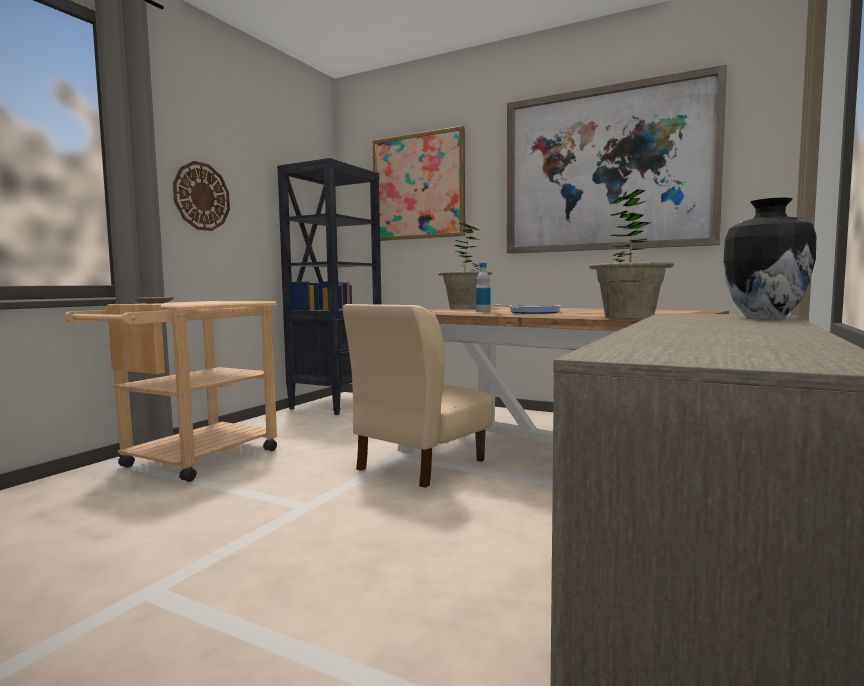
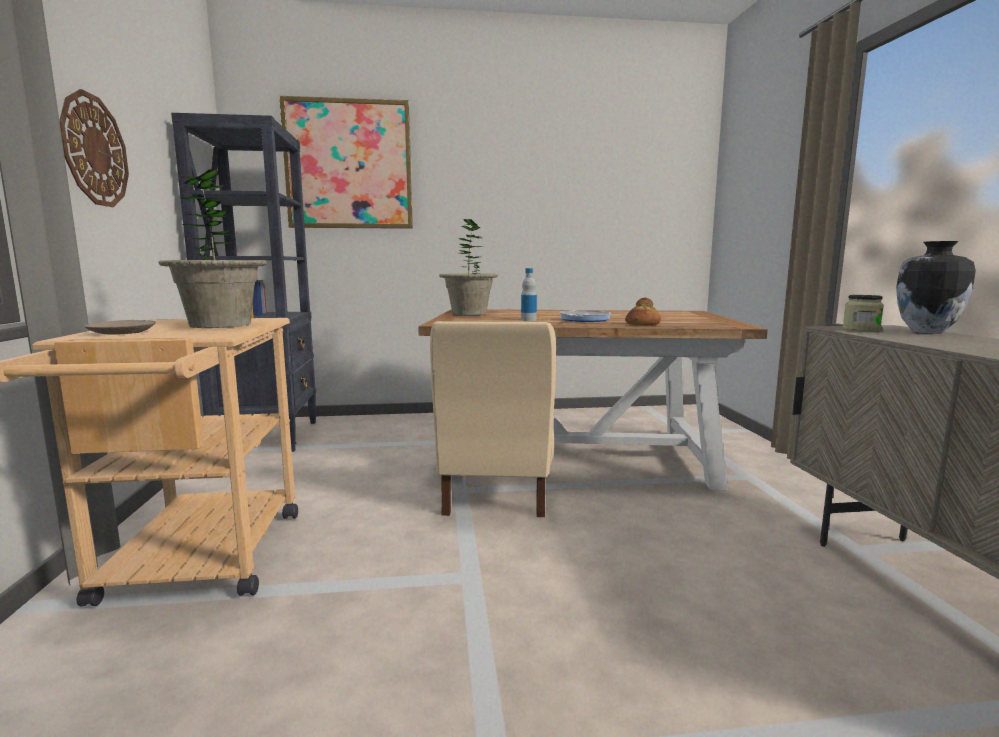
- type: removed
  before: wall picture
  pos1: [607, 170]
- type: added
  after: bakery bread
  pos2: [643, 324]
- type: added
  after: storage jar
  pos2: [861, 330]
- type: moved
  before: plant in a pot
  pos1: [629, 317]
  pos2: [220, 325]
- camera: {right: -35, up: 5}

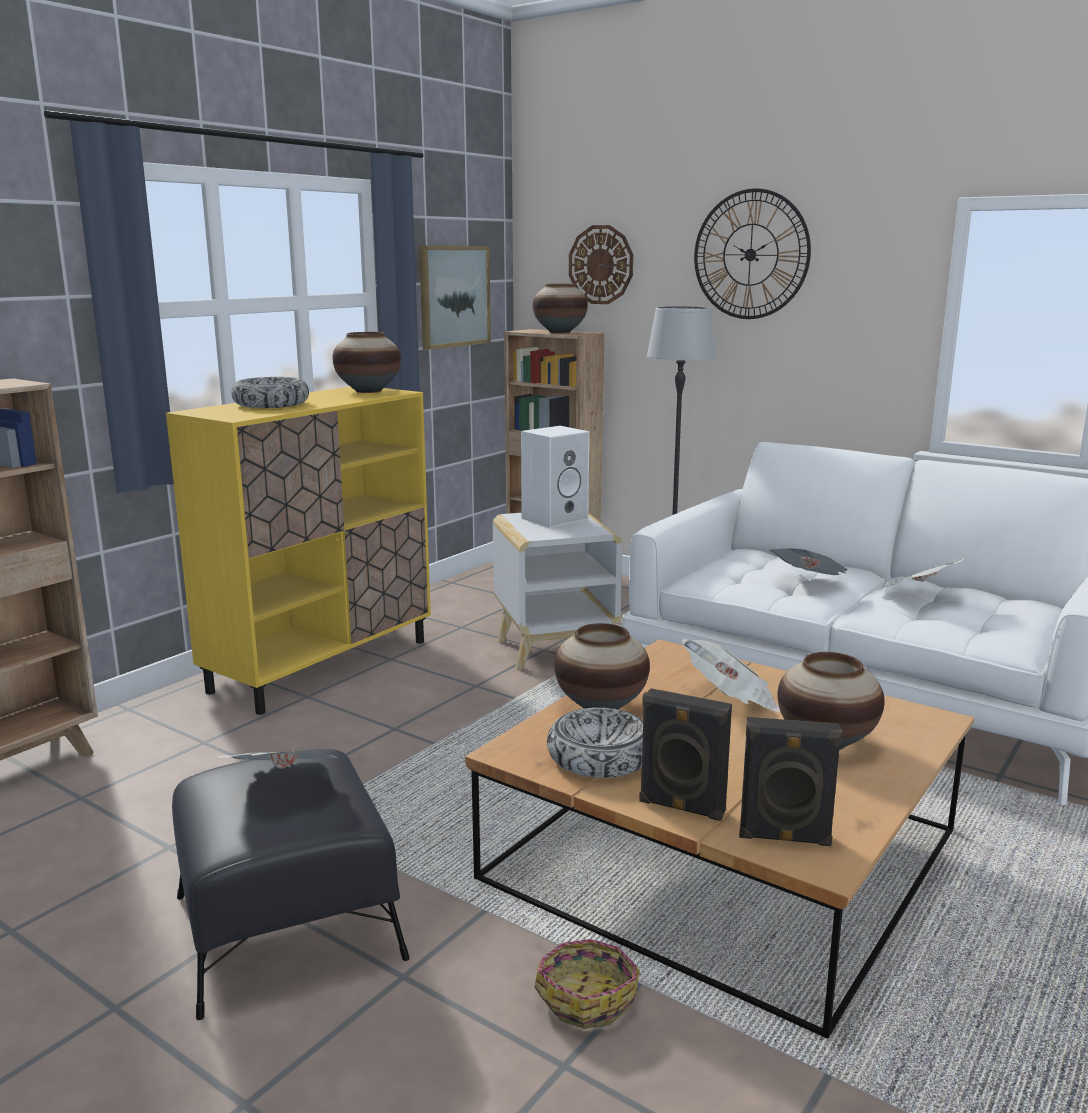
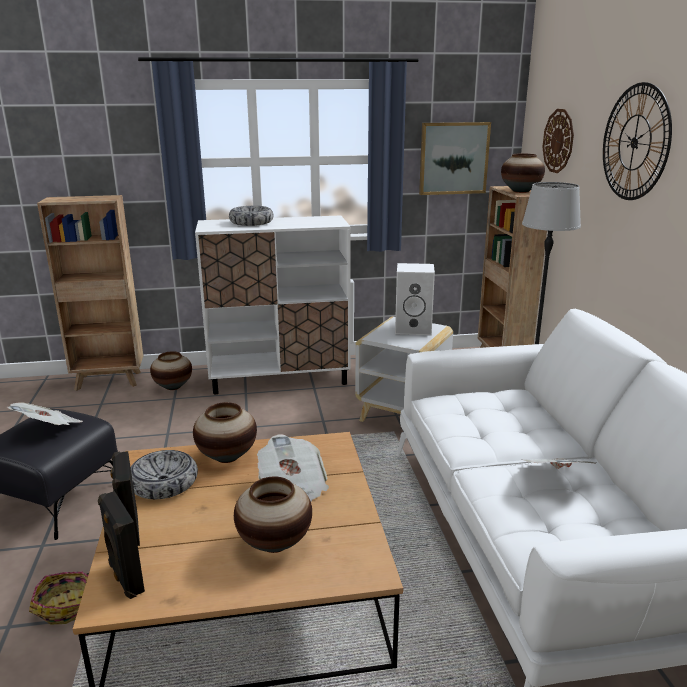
- type: removed
  before: newspaper
  pos1: [809, 582]
- type: moved
  before: vase
  pos1: [368, 391]
  pos2: [173, 387]
- type: recoloured
  before: cabinet (yellow-coloured)
  after: cabinet (white-coloured)
  pos1: [322, 665]
  pos2: [280, 379]
- camera: {right: 45, up: 5}

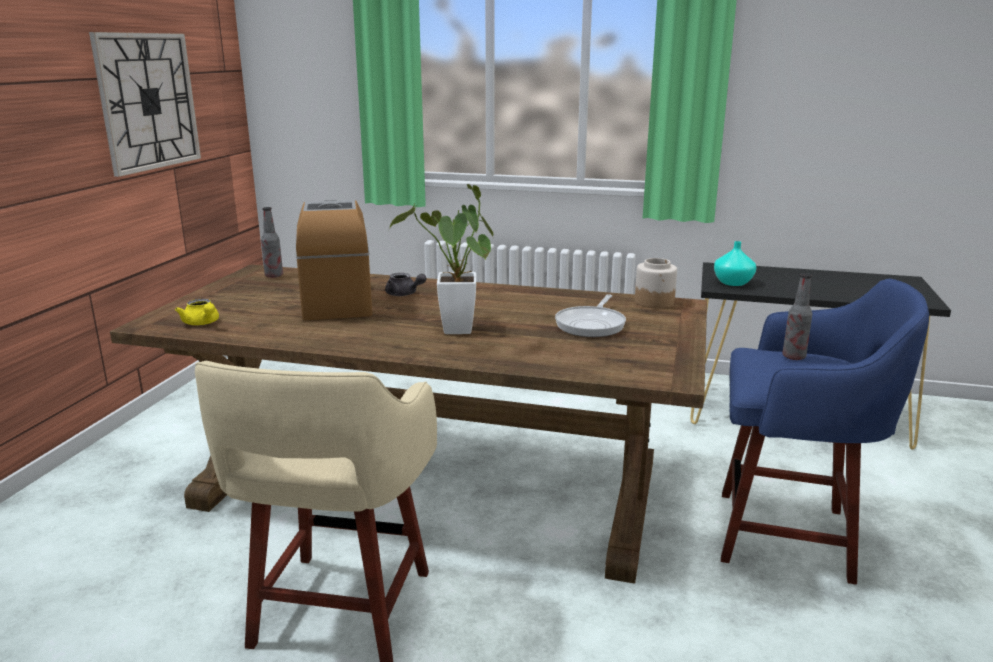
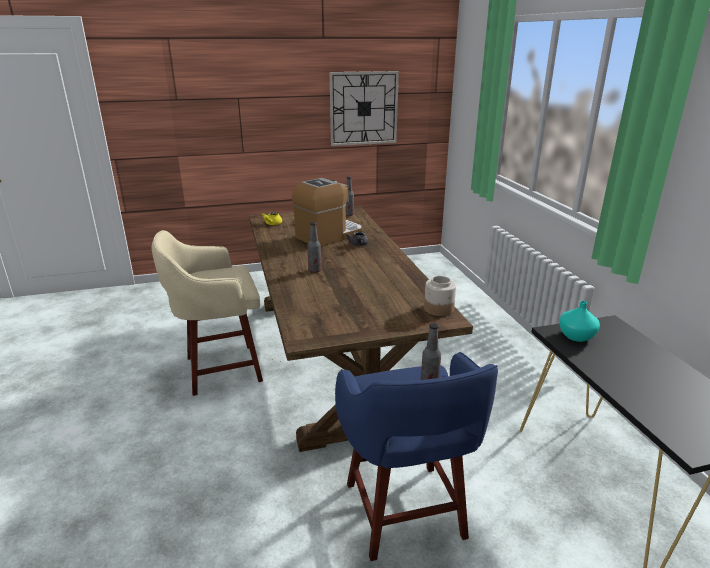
- type: removed
  before: pan
  pos1: [592, 324]
- type: replaced
  before: plant in a pot
  after: bottle
  pos1: [457, 333]
  pos2: [314, 270]
- camera: {right: 60, up: 5}

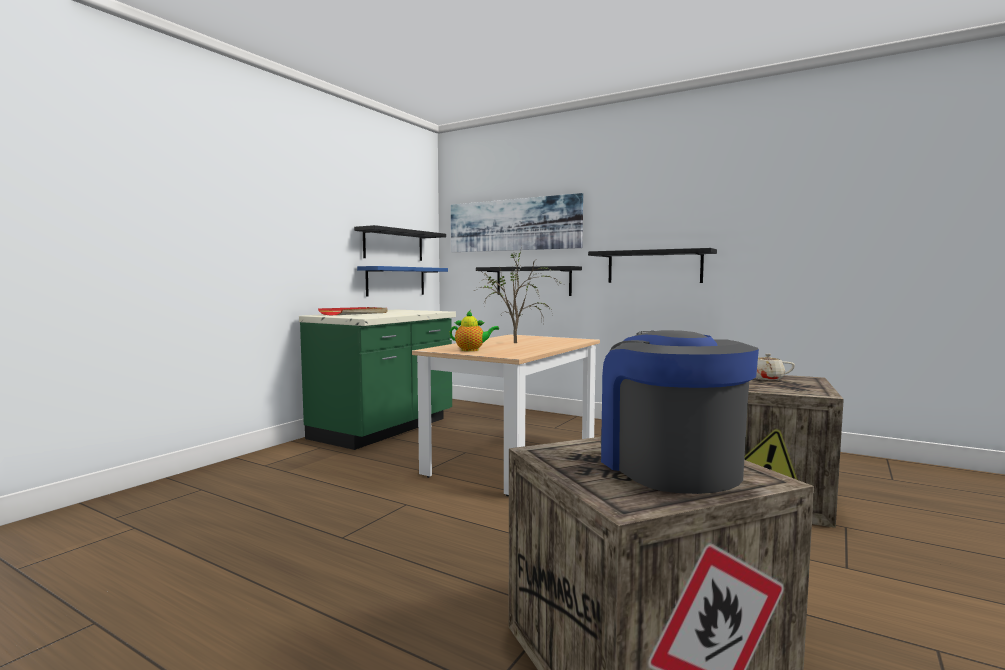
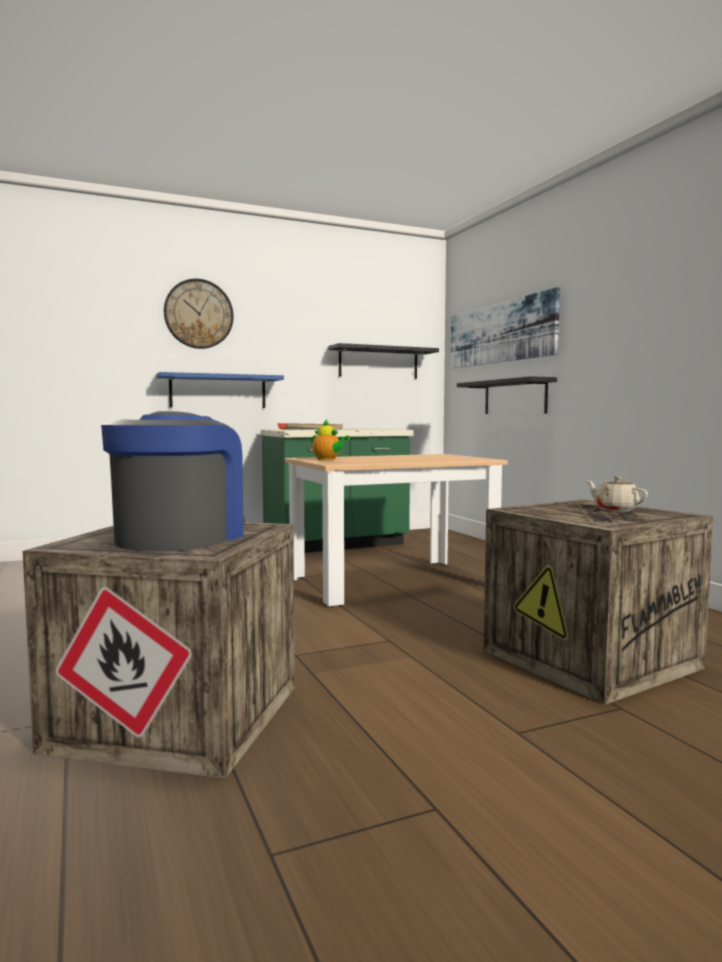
- type: removed
  before: plant in a pot
  pos1: [517, 343]
- type: removed
  before: wall shelf (blackish)
  pos1: [654, 267]
- type: added
  after: hanging clock
  pos2: [198, 314]
- type: moved
  before: wall shelf (bluish)
  pos1: [396, 281]
  pos2: [218, 391]
- camera: {right: 35, up: 0}

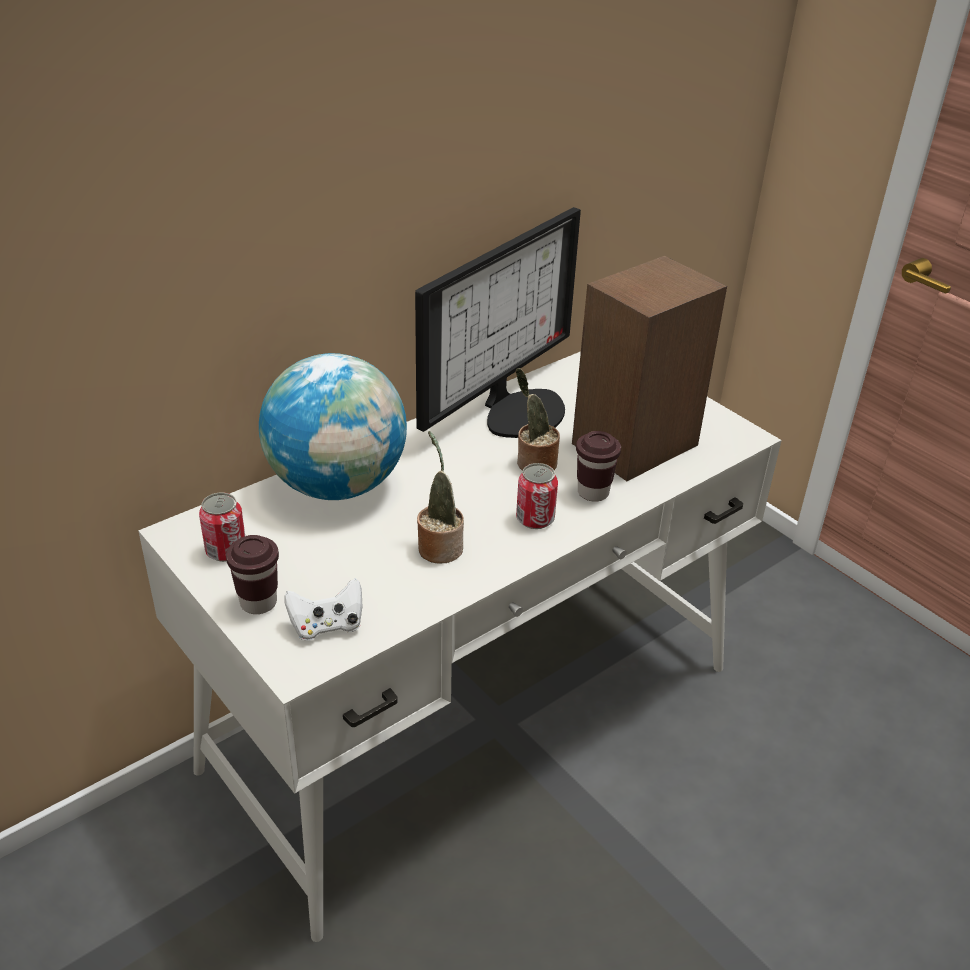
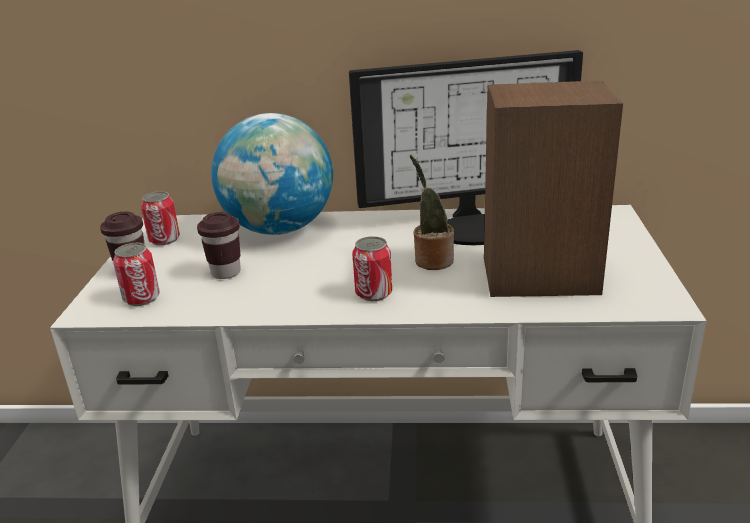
- type: removed
  before: plant in a pot
  pos1: [439, 546]
- type: moved
  before: cup (brown)
  pos1: [593, 492]
  pos2: [226, 272]
- type: replaced
  before: joypad (white-coloured)
  after: sealed can
  pos1: [327, 626]
  pos2: [142, 298]
- camera: {right: 45, up: -10}

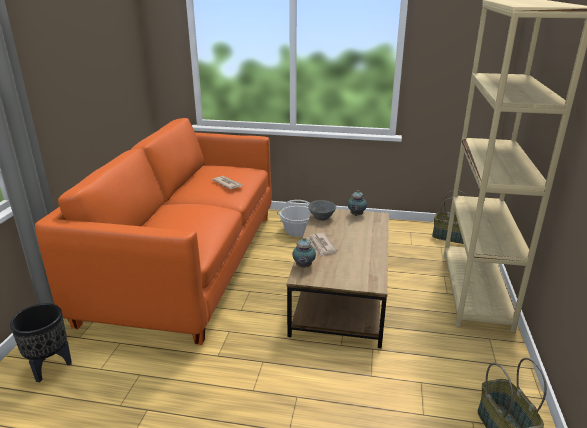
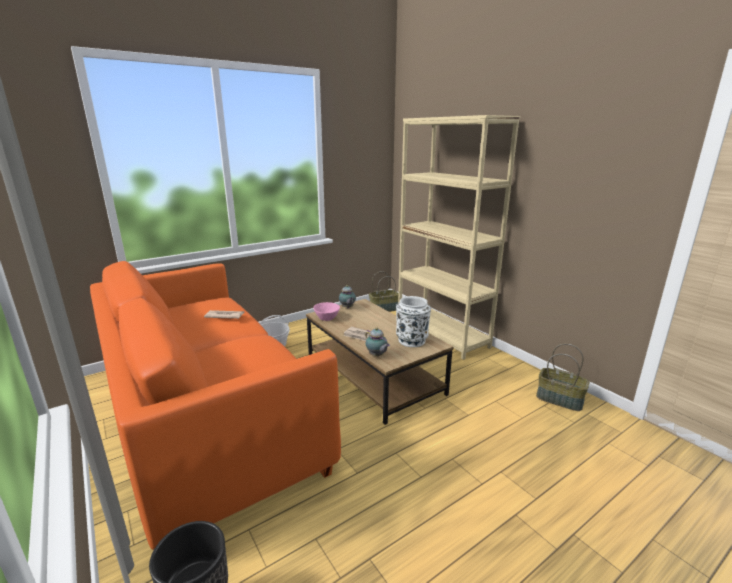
- type: added
  after: vase (white-coloured)
  pos2: [411, 340]
- type: recoloured
  before: bowl (grey)
  after: bowl (pink-coloured)
  pos1: [321, 218]
  pos2: [326, 319]
- camera: {right: -45, up: -5}

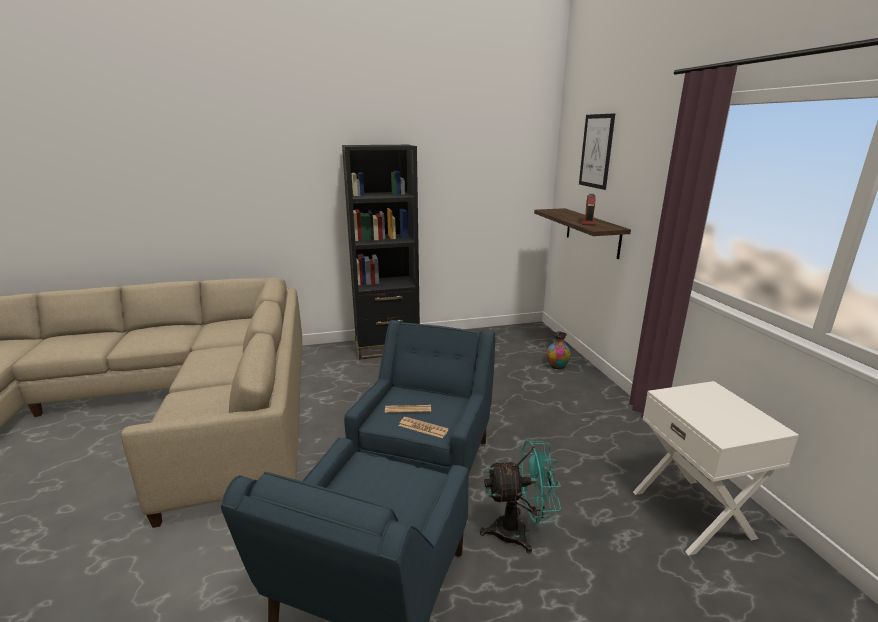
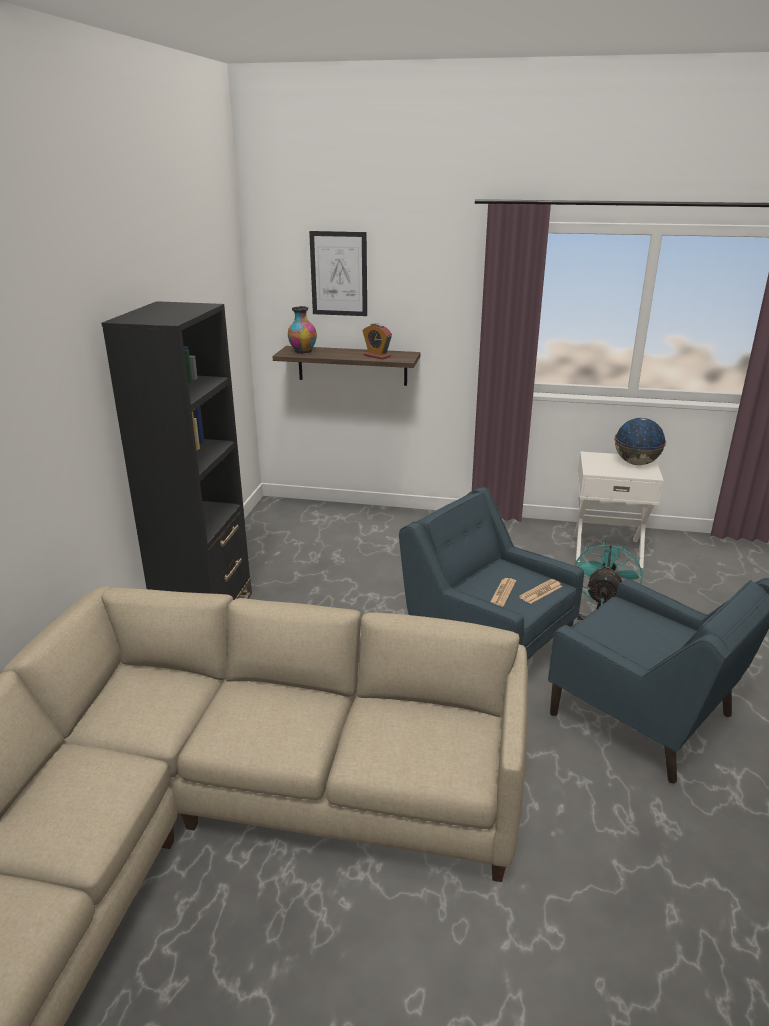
- type: added
  after: world globe
  pos2: [636, 463]
- type: moved
  before: vase
  pos1: [557, 366]
  pos2: [302, 352]
- camera: {right: -65, up: 5}

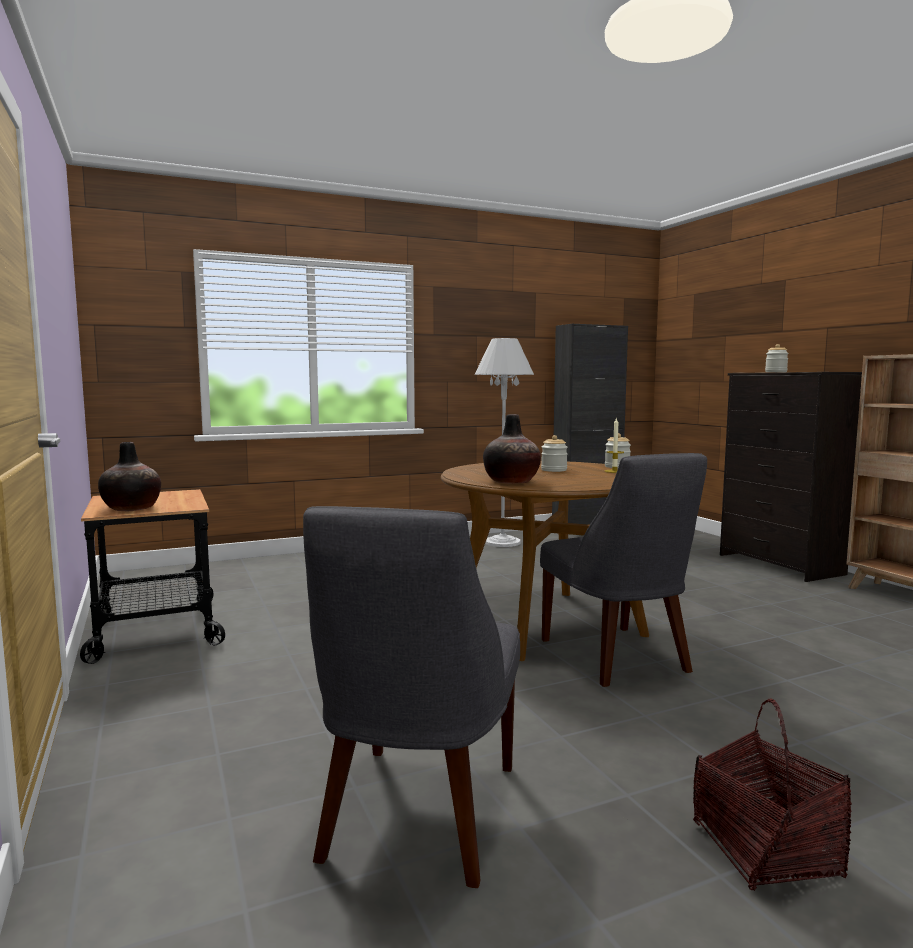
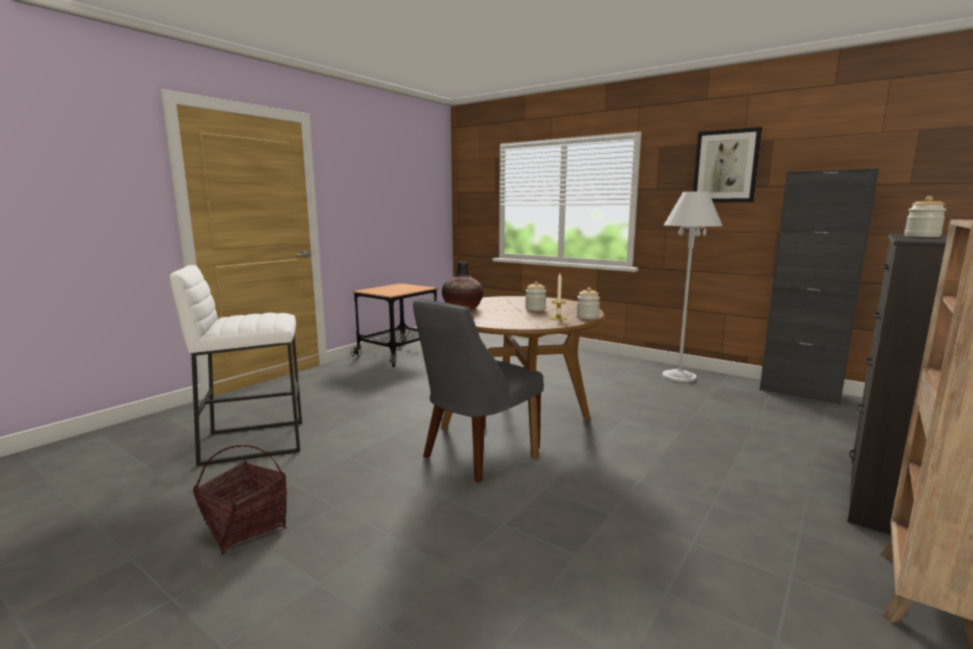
- type: removed
  before: vase
  pos1: [132, 508]
- type: added
  after: wall picture
  pos2: [726, 166]
- type: replaced
  before: chair (grey)
  after: stool (white-coloured)
  pos1: [417, 817]
  pos2: [254, 441]
- camera: {right: 60, up: 5}

